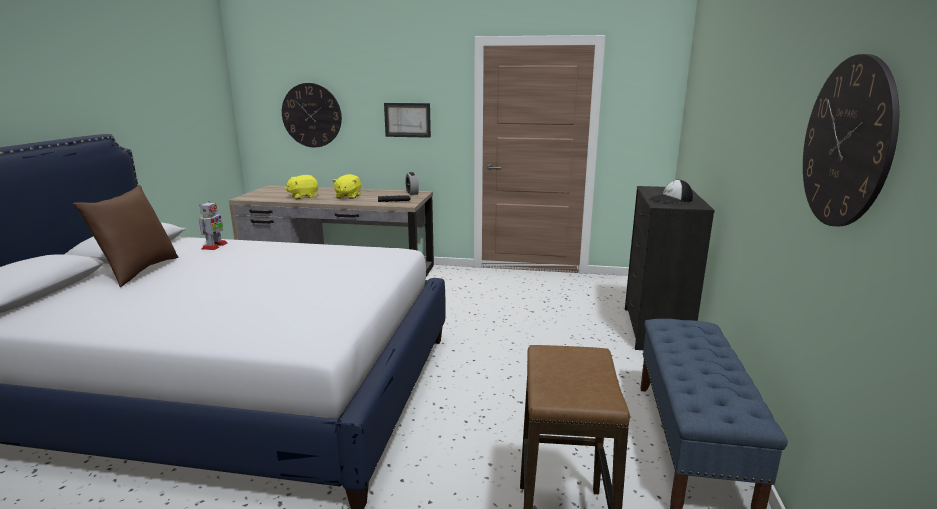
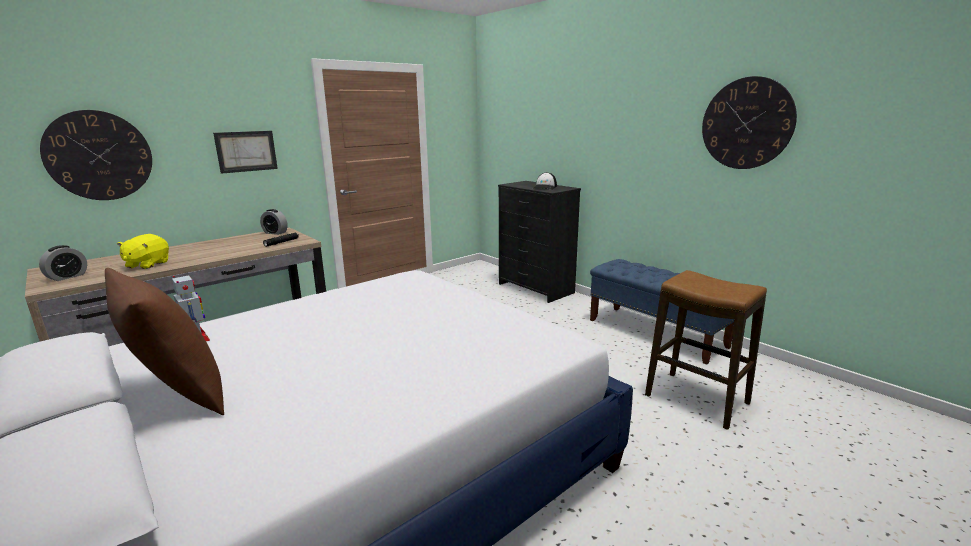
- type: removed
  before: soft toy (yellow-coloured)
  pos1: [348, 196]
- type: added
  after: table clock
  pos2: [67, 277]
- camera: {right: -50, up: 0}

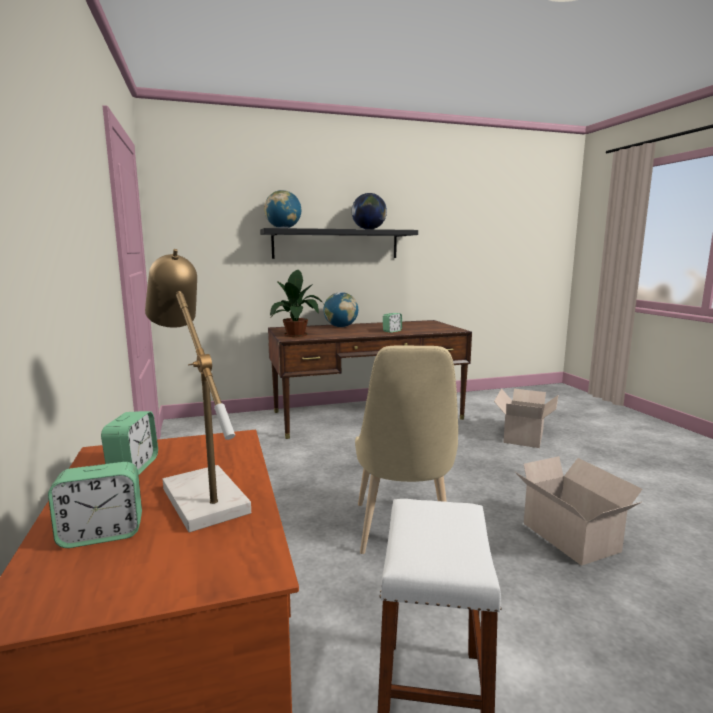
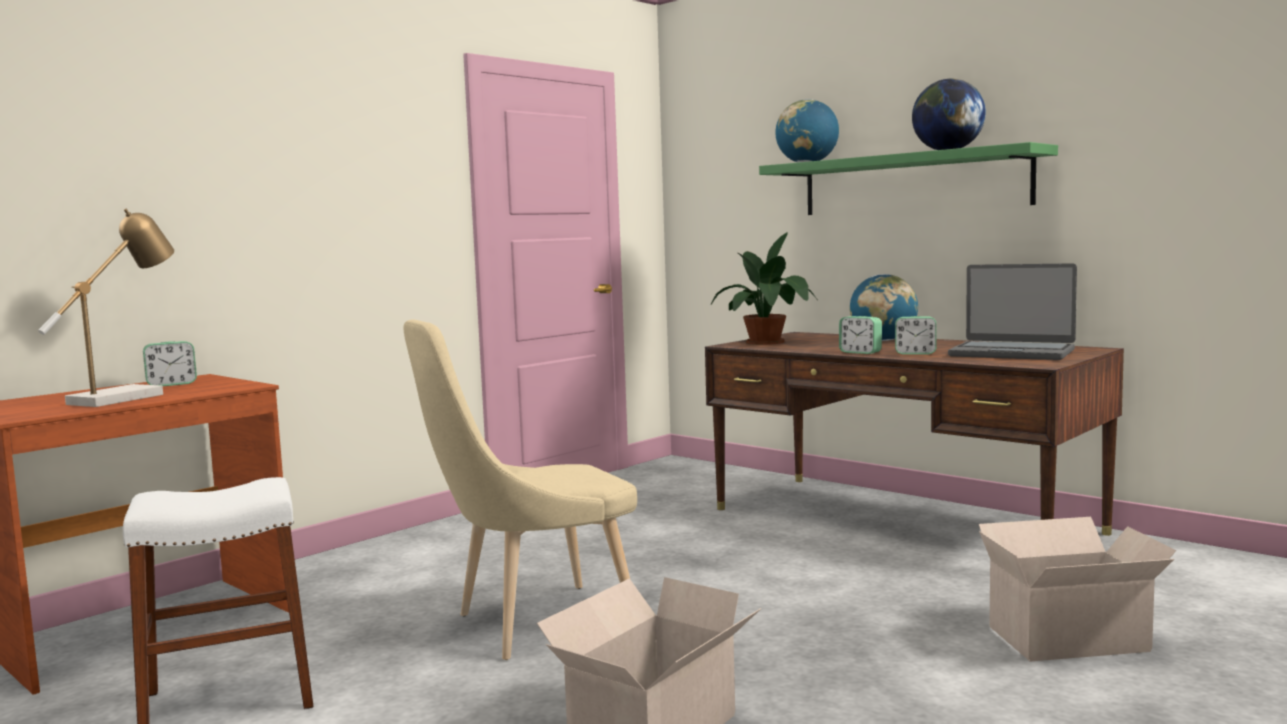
- type: added
  after: portable computer
  pos2: [1012, 353]
- type: moved
  before: table clock
  pos1: [102, 534]
  pos2: [860, 352]
- type: recoloured
  before: wall shelf (blackish)
  after: wall shelf (green-coloured)
  pos1: [336, 244]
  pos2: [912, 183]
- camera: {right: 60, up: -5}

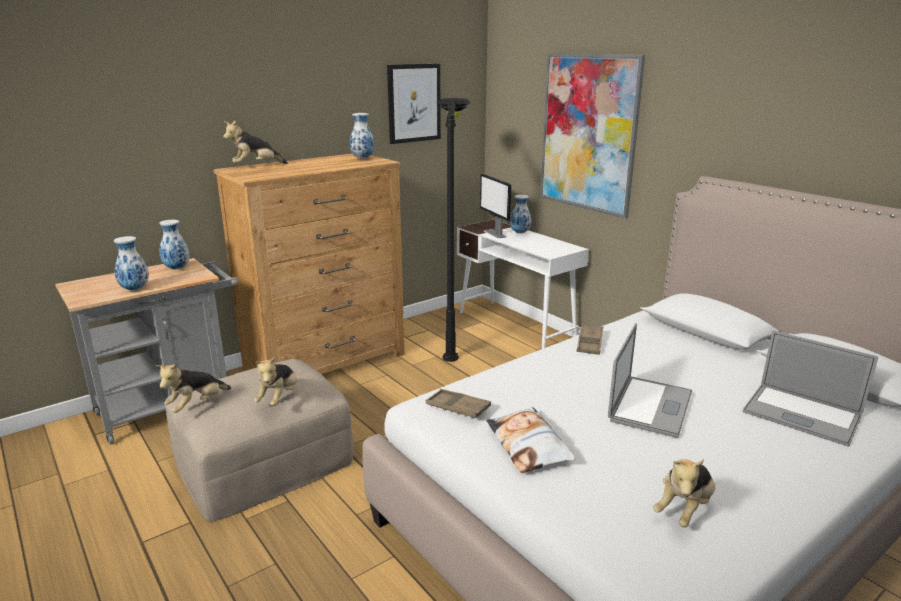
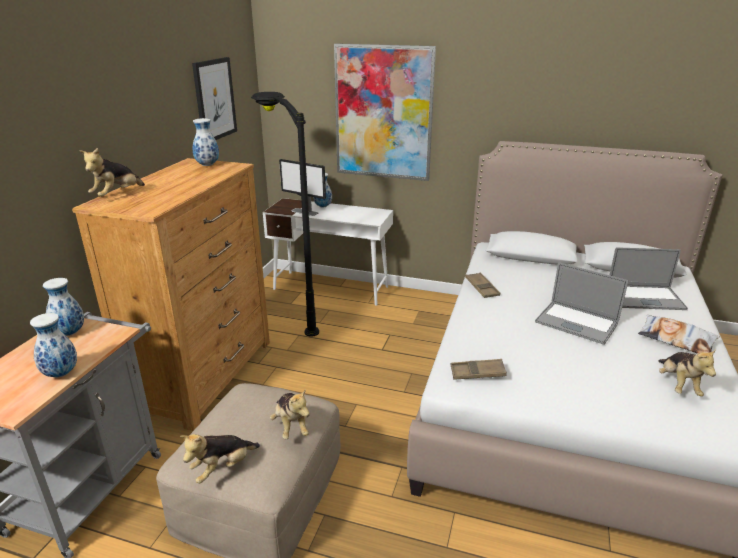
- type: moved
  before: pillow
  pos1: [528, 445]
  pos2: [676, 339]
- type: turned
  before: soft toy
  pos1: [196, 405]
  pos2: [222, 468]
  turn: 45
- type: turned
  before: portable computer
  pos1: [650, 406]
  pos2: [576, 323]
  turn: 135
- camera: {right: -35, up: 5}

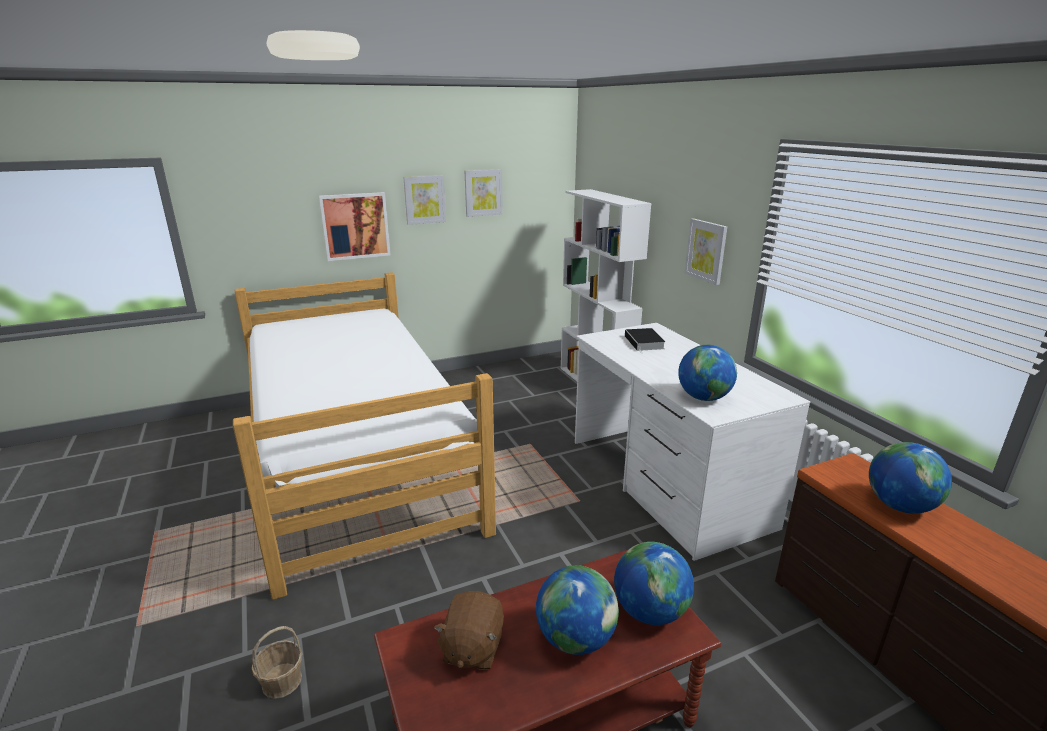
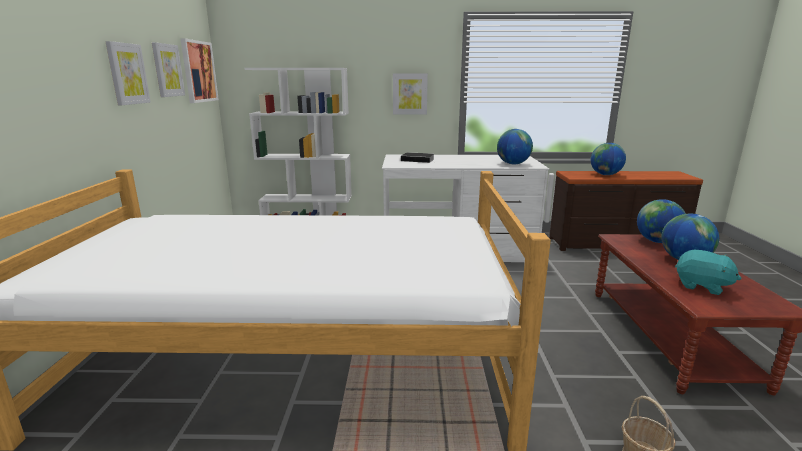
- type: moved
  before: wall picture
  pos1: [355, 226]
  pos2: [198, 71]
- type: recoloured
  before: soft toy (brown)
  after: soft toy (blue-green)
  pos1: [472, 648]
  pos2: [702, 286]
- camera: {right: -65, up: -5}

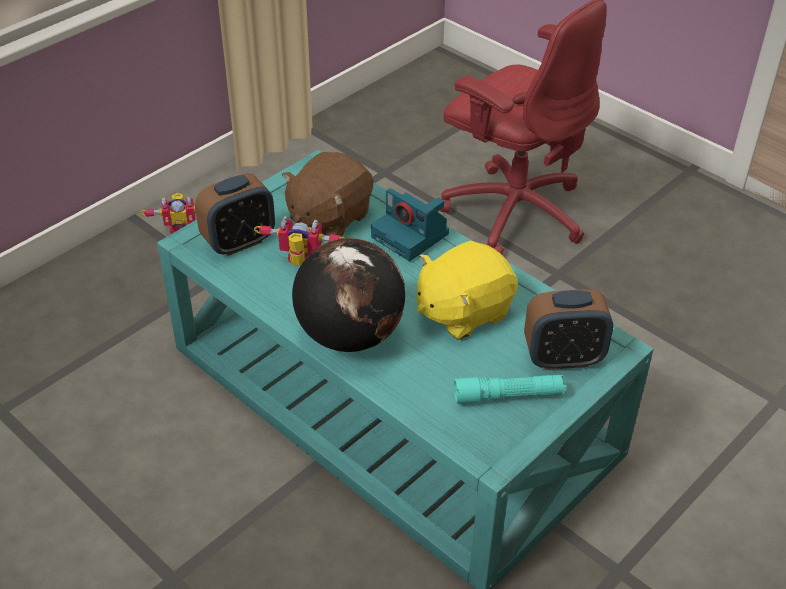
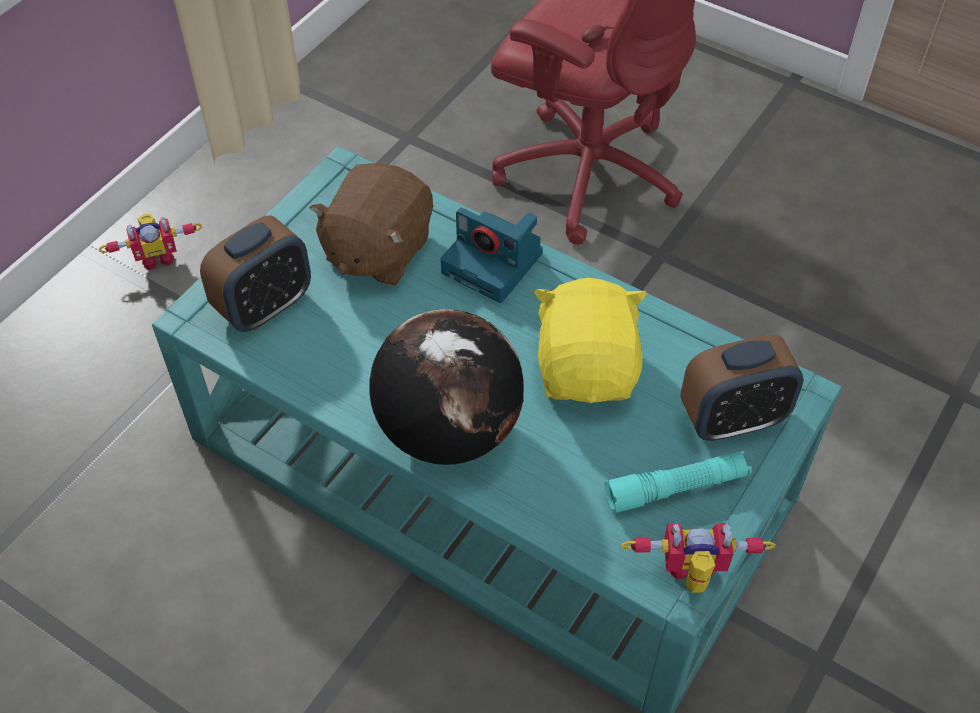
- type: moved
  before: robot figure
  pos1: [300, 263]
  pos2: [692, 577]
- type: turned
  before: soft toy (yellow-coloured)
  pos1: [462, 311]
  pos2: [587, 369]
  turn: 135
- camera: {right: -10, up: 10}

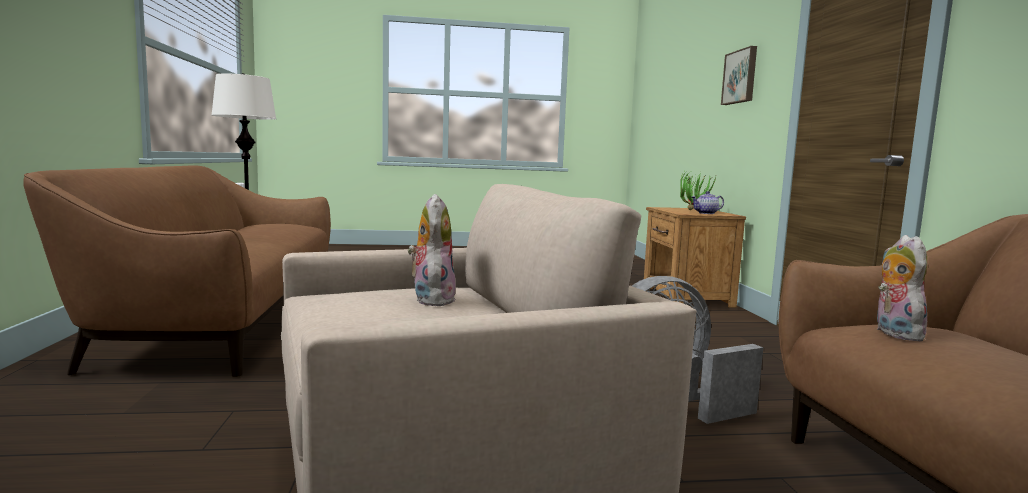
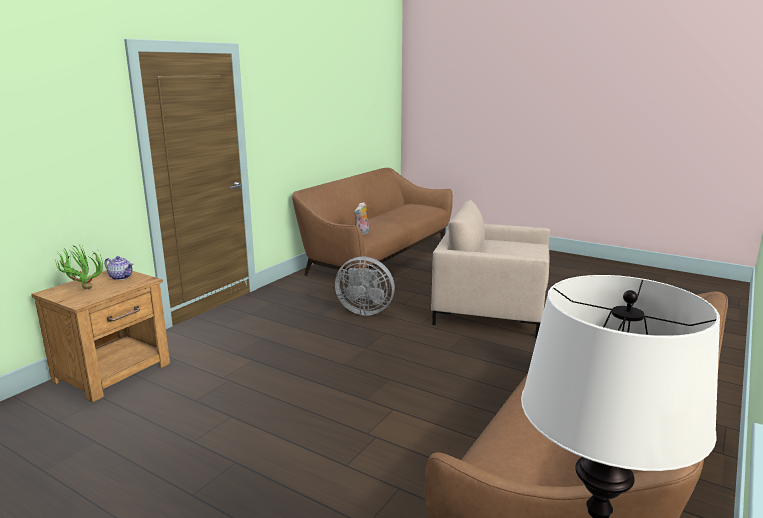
- type: removed
  before: soft toy
  pos1: [431, 299]
- type: removed
  before: wall picture
  pos1: [741, 77]
- camera: {right: -140, up: 10}

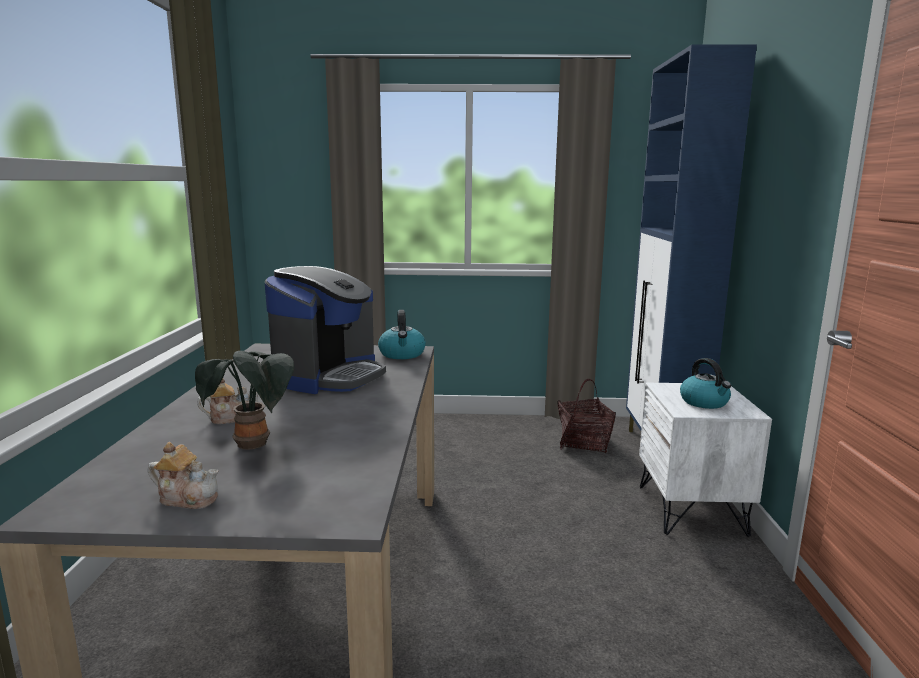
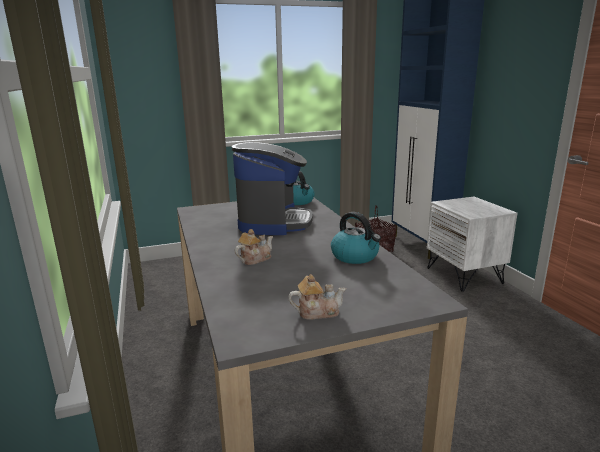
- type: removed
  before: plant in a pot
  pos1: [254, 446]
- type: moved
  before: tea kettle
  pos1: [705, 402]
  pos2: [355, 256]
- camera: {right: -20, up: 5}

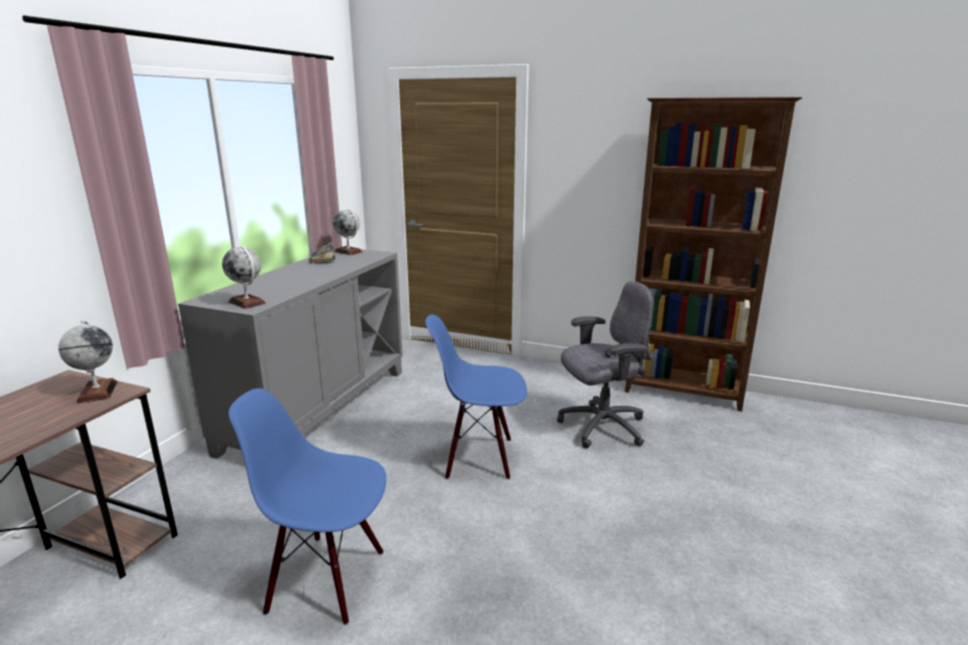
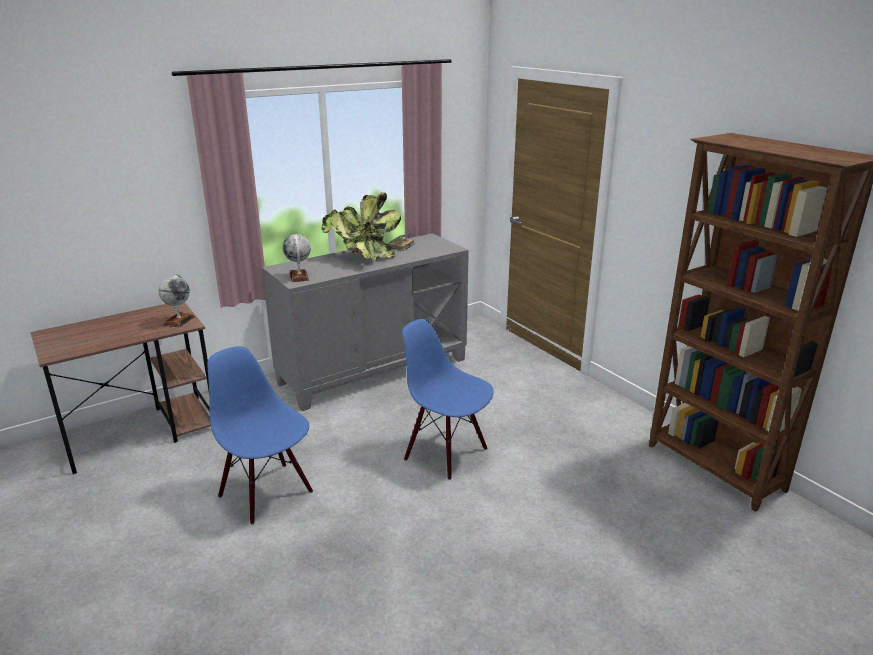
- type: removed
  before: world globe
  pos1: [348, 252]
- type: removed
  before: desk chair (grey)
  pos1: [601, 427]
- type: added
  after: plant in a pot
  pos2: [362, 258]
- camera: {right: 35, up: 5}

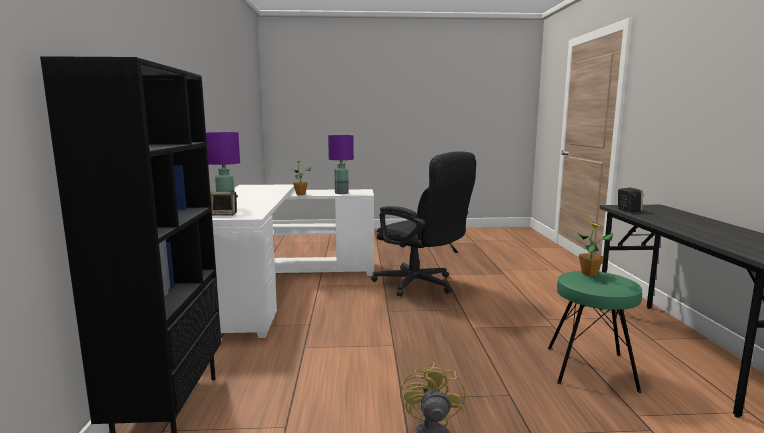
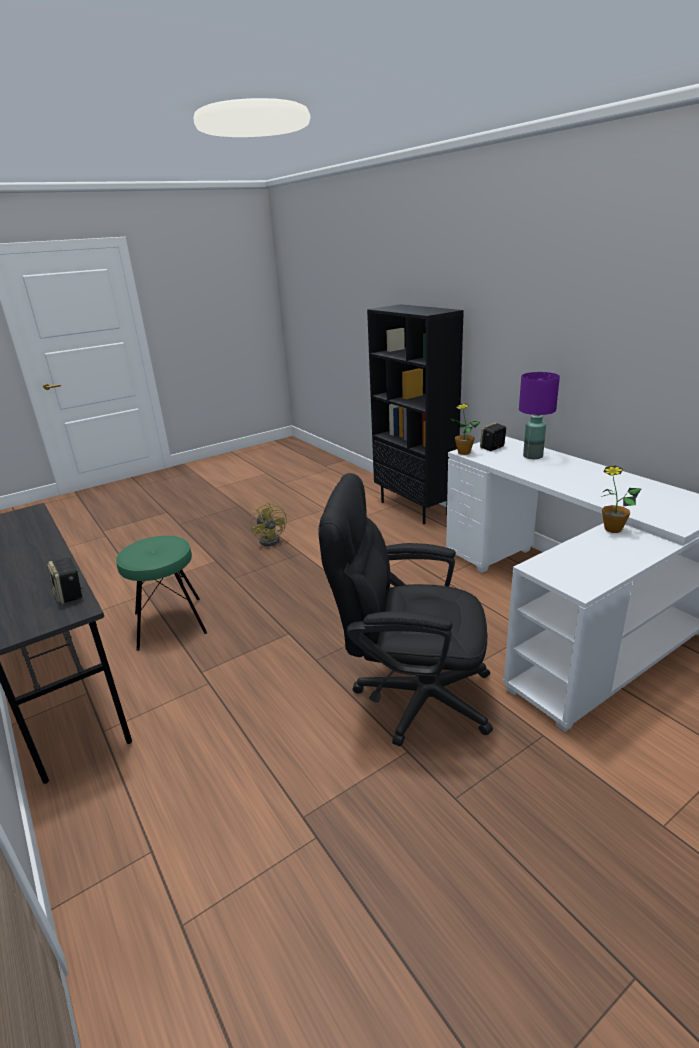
- type: removed
  before: tabletop lamp (purplish)
  pos1: [341, 193]
- type: moved
  before: plant in a pot
  pos1: [589, 274]
  pos2: [464, 452]
- camera: {right: 150, up: 15}

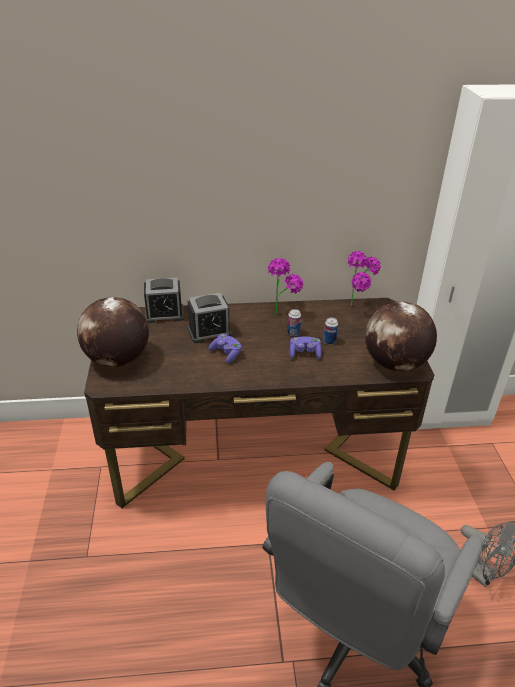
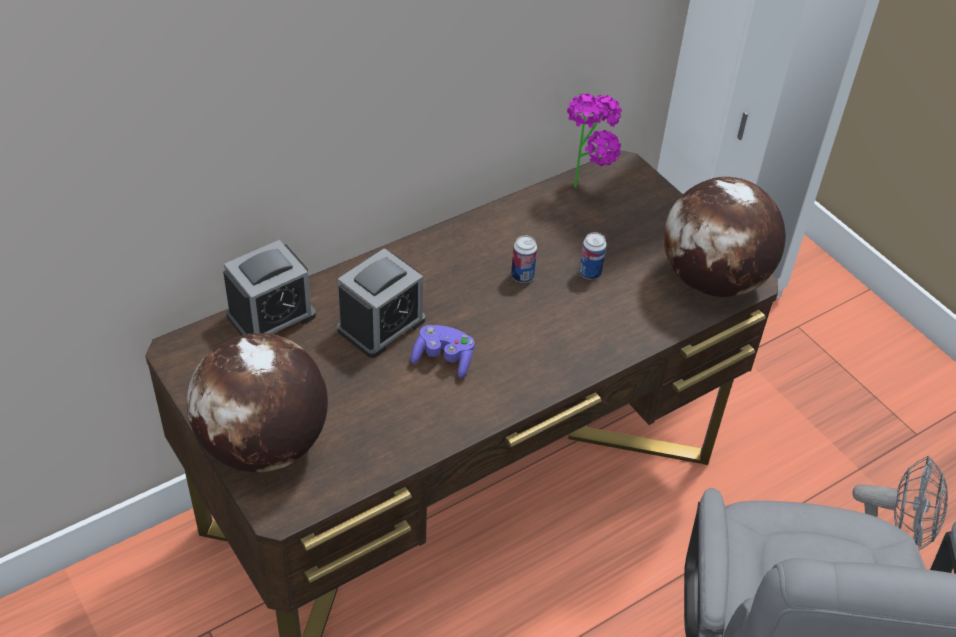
- type: removed
  before: plant in a pot
  pos1: [282, 311]
- type: removed
  before: joypad (purplish)
  pos1: [304, 353]
- camera: {right: -30, up: 10}

